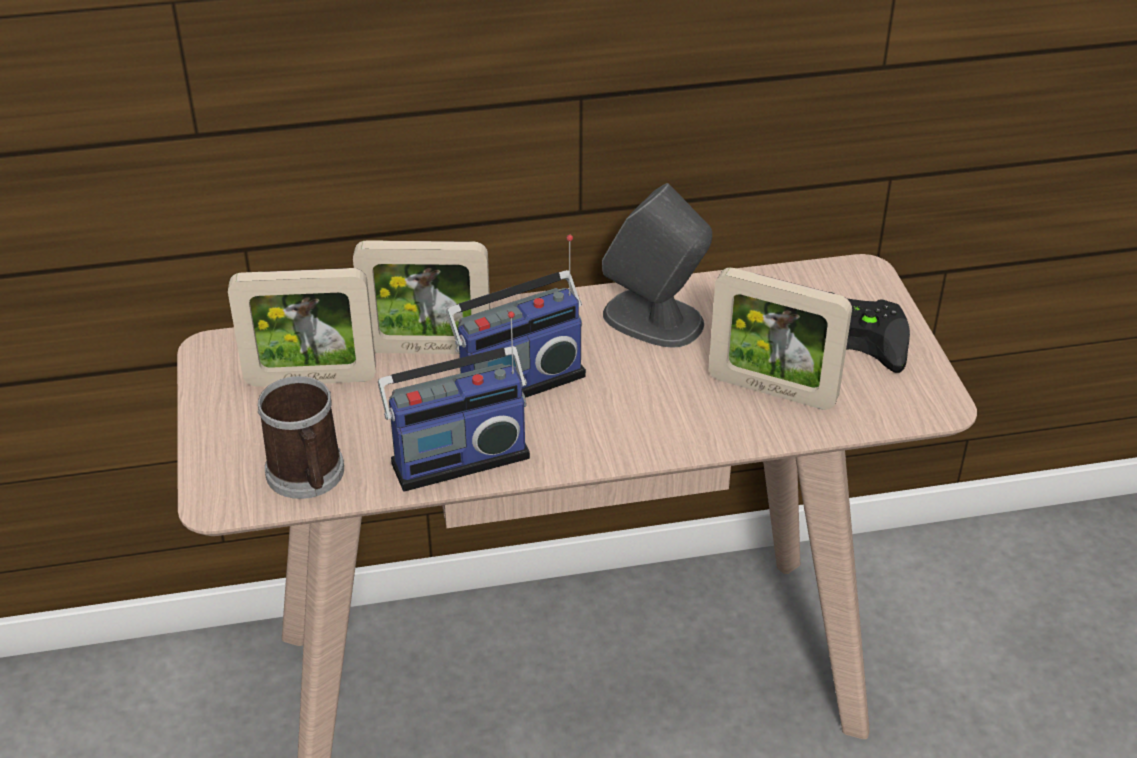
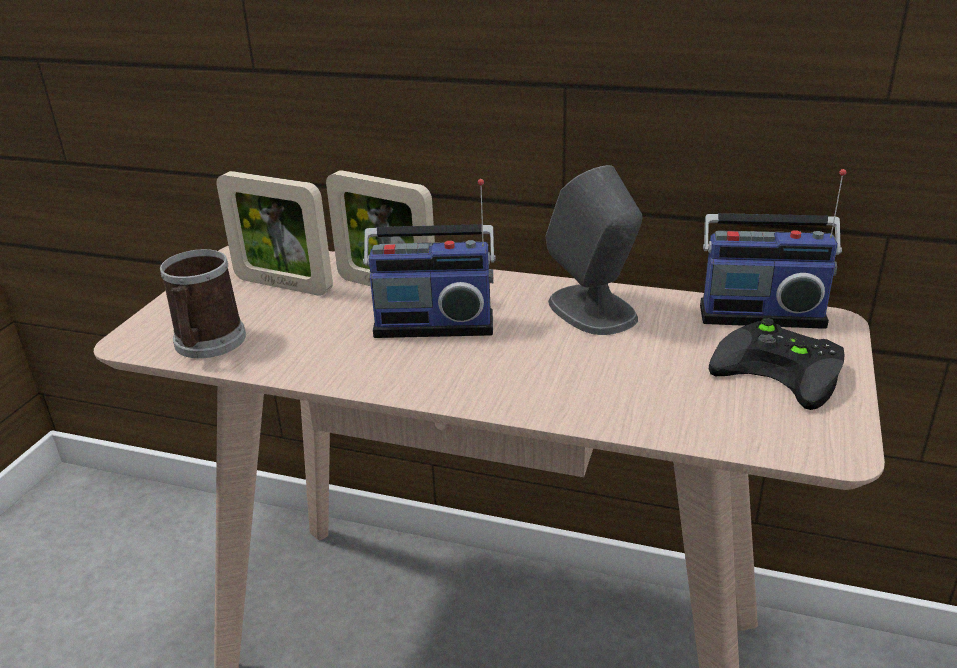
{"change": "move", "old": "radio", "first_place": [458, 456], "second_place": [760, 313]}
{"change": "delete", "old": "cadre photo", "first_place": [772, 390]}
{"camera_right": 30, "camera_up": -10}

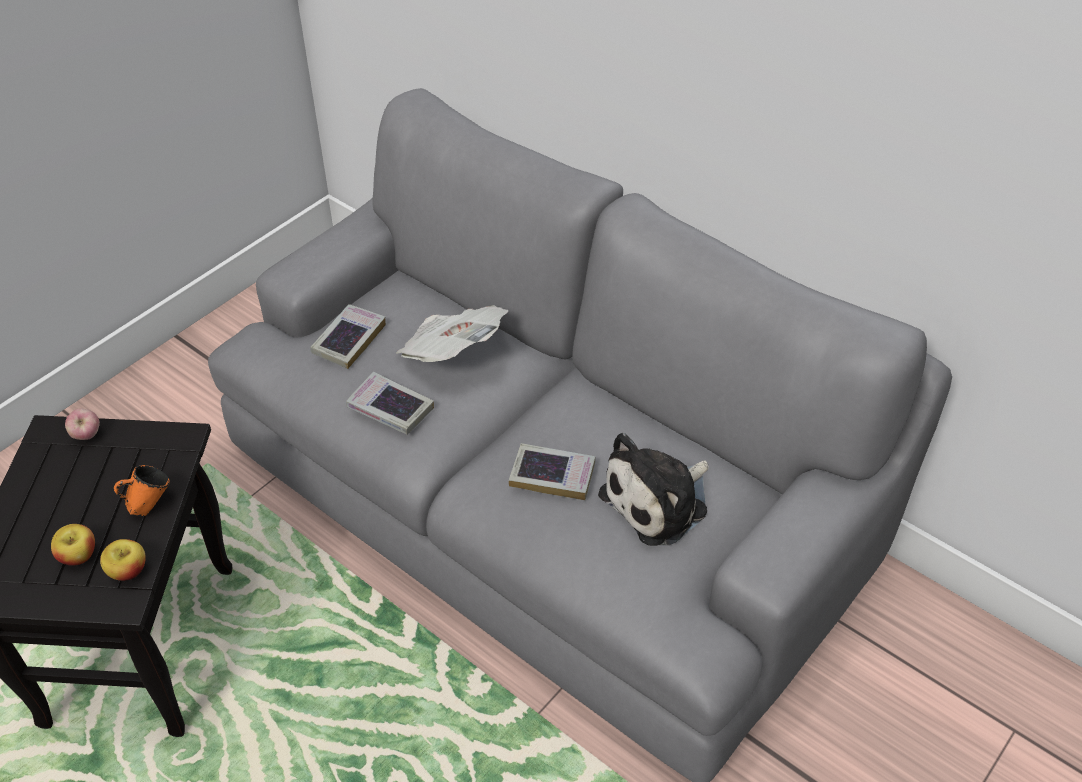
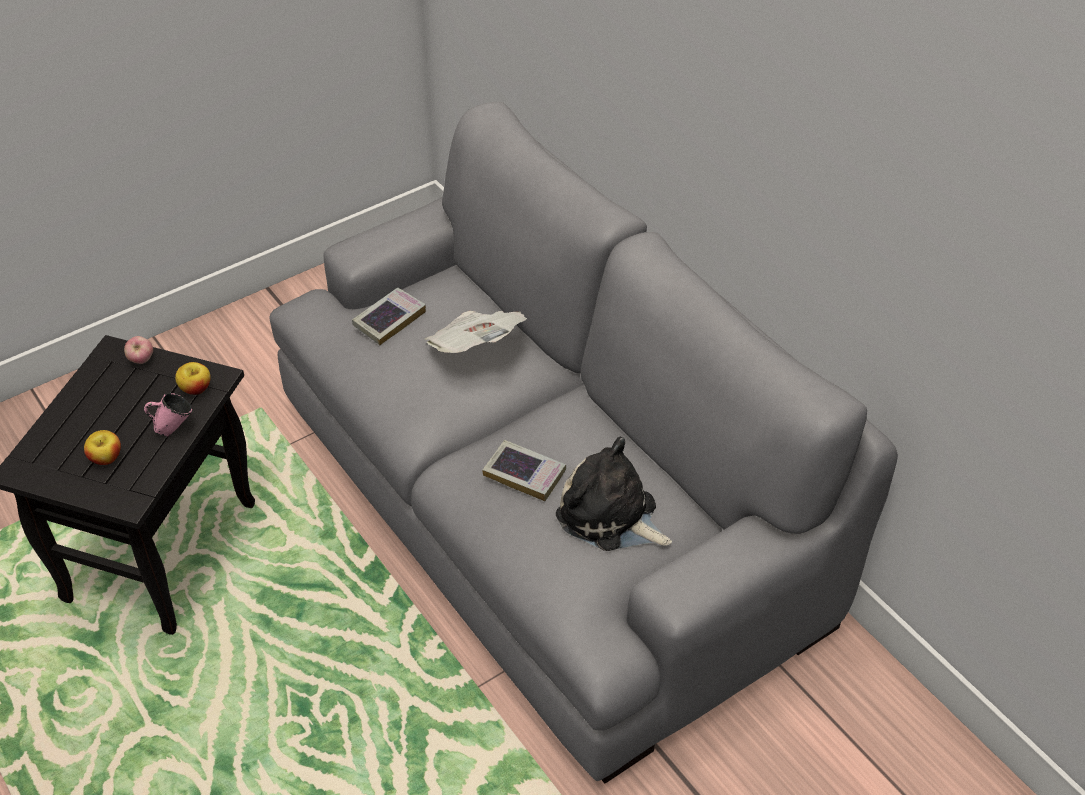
{"change": "recolor", "old": "mug [orange]", "new": "mug [rose]", "first_place": [149, 505], "second_place": [173, 429]}
{"change": "move", "old": "pomme", "first_place": [128, 571], "second_place": [196, 388]}
{"change": "rotate", "old": "peluche", "first_place": [659, 501], "second_place": [611, 516], "degrees": 60}
{"change": "delete", "old": "livre", "first_place": [390, 408]}
{"camera_right": 15, "camera_up": 0}

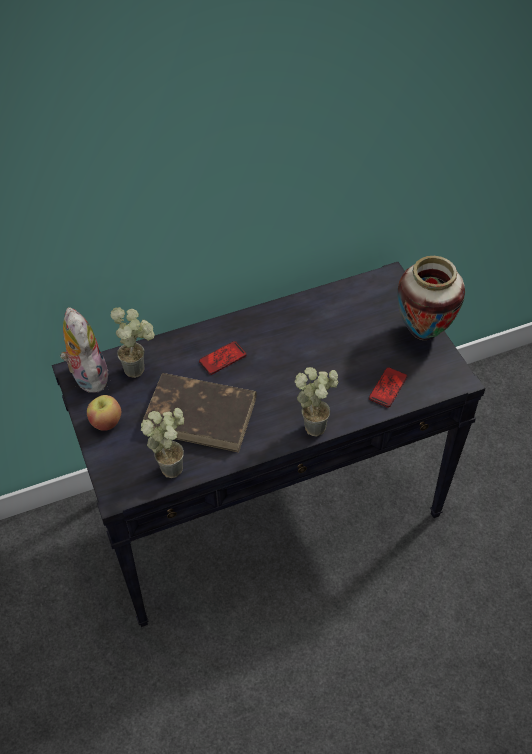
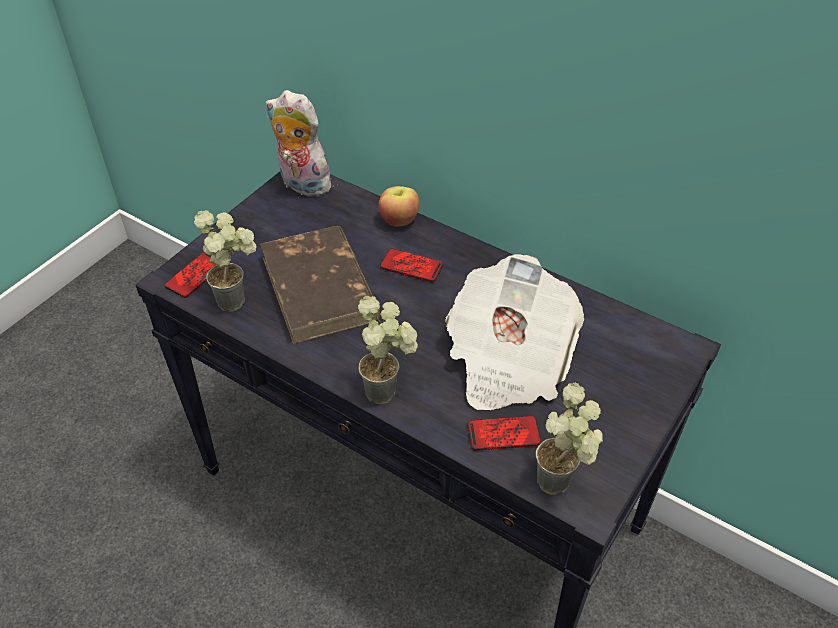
{"change": "insert", "new": "téléphone", "second_place": [195, 275]}
{"change": "rotate", "old": "peluche", "first_place": [87, 375], "second_place": [301, 185], "degrees": -90}
{"change": "move", "old": "pomme", "first_place": [106, 422], "second_place": [399, 219]}
{"change": "insert", "new": "journal", "second_place": [507, 360]}
{"change": "move", "old": "plante en pot", "first_place": [140, 367], "second_place": [562, 485]}
{"change": "delete", "old": "vase", "first_place": [422, 332]}
{"camera_right": 55, "camera_up": -5}

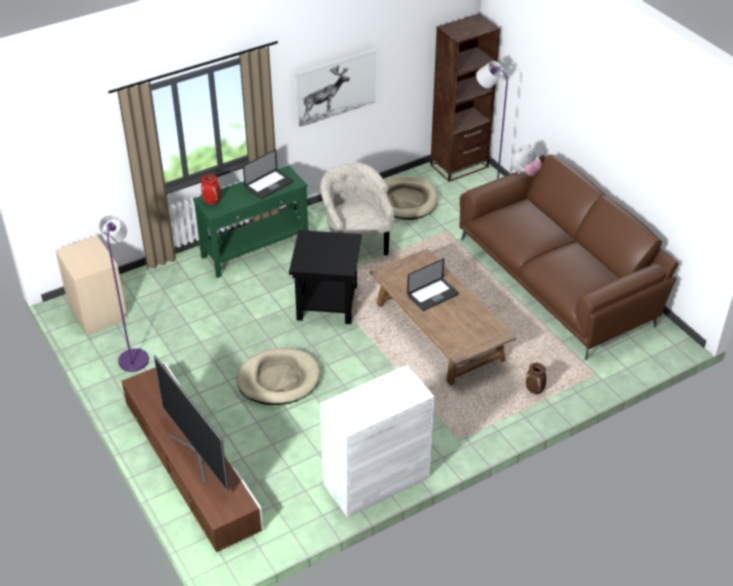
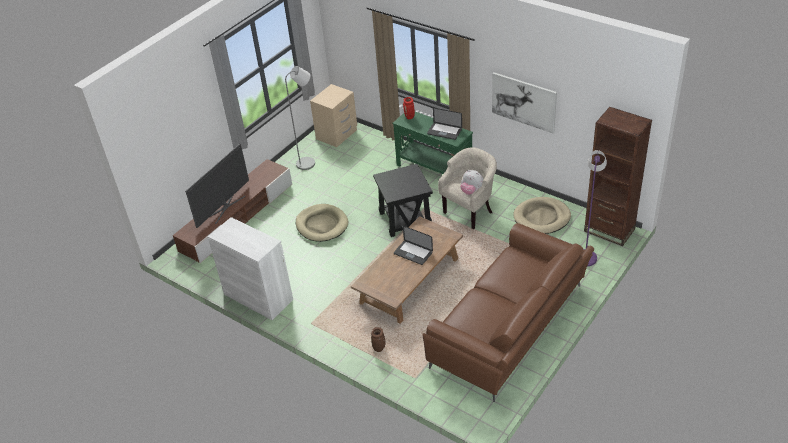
{"change": "recolor", "old": "lampadaire [violet]", "new": "lampadaire [gris]", "first_place": [134, 356], "second_place": [309, 162]}
{"change": "move", "old": "peluche", "first_place": [524, 173], "second_place": [471, 191]}
{"camera_right": 70, "camera_up": 0}

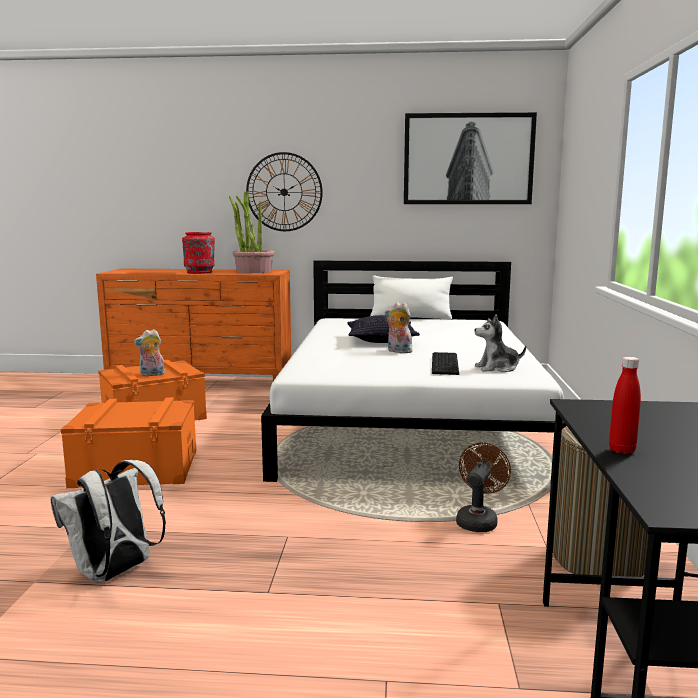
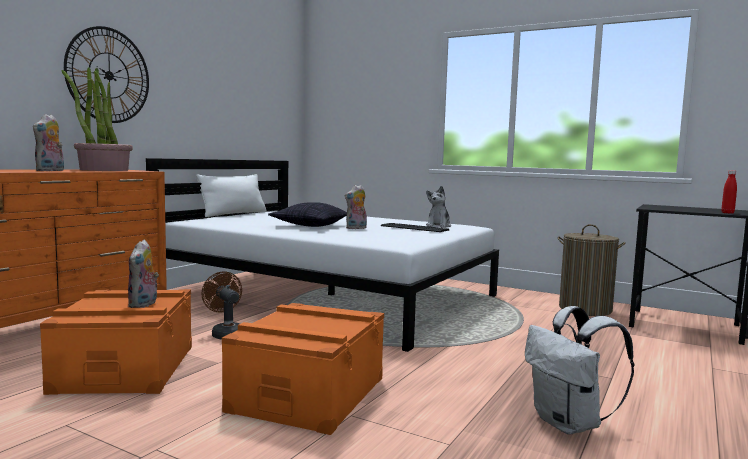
{"change": "replace", "old": "vase [rouge]", "new": "peluche", "first_place": [200, 272], "second_place": [50, 171]}
{"change": "move", "old": "ventilateur [marron]", "first_place": [478, 520], "second_place": [225, 333]}
{"change": "delete", "old": "tableau", "first_place": [468, 159]}
{"camera_right": -65, "camera_up": -5}

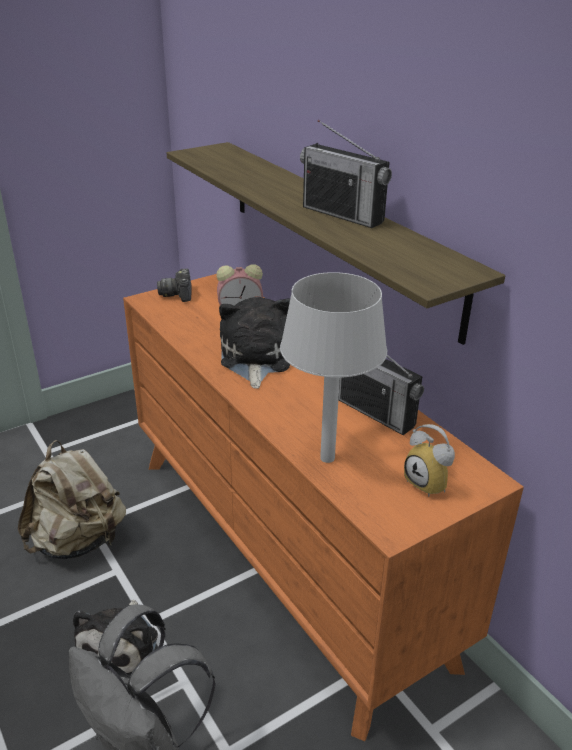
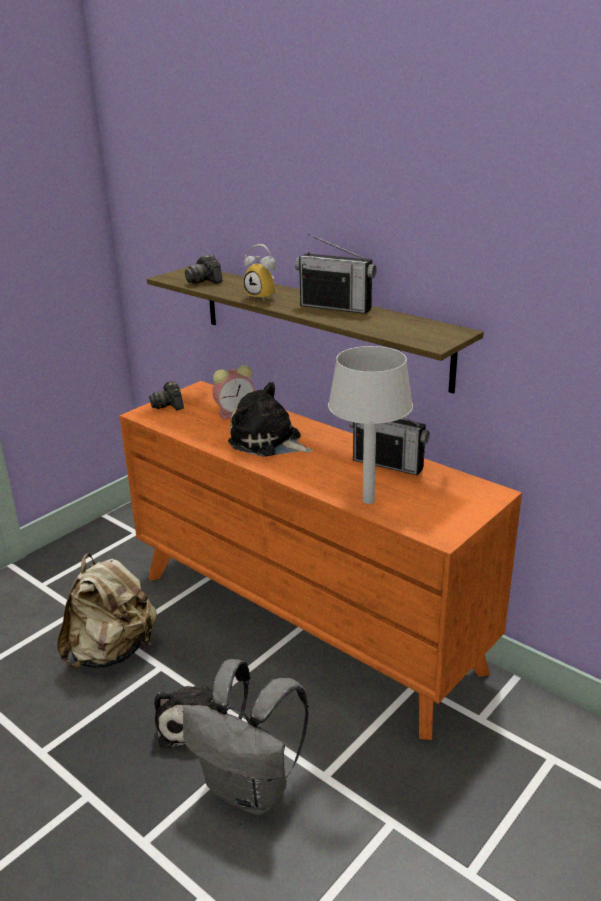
{"change": "insert", "new": "appareil photo", "second_place": [204, 281]}
{"change": "rotate", "old": "peluche", "first_place": [256, 358], "second_place": [268, 442], "degrees": -45}
{"change": "move", "old": "réveil", "first_place": [430, 483], "second_place": [264, 297]}
{"camera_right": -15, "camera_up": -5}

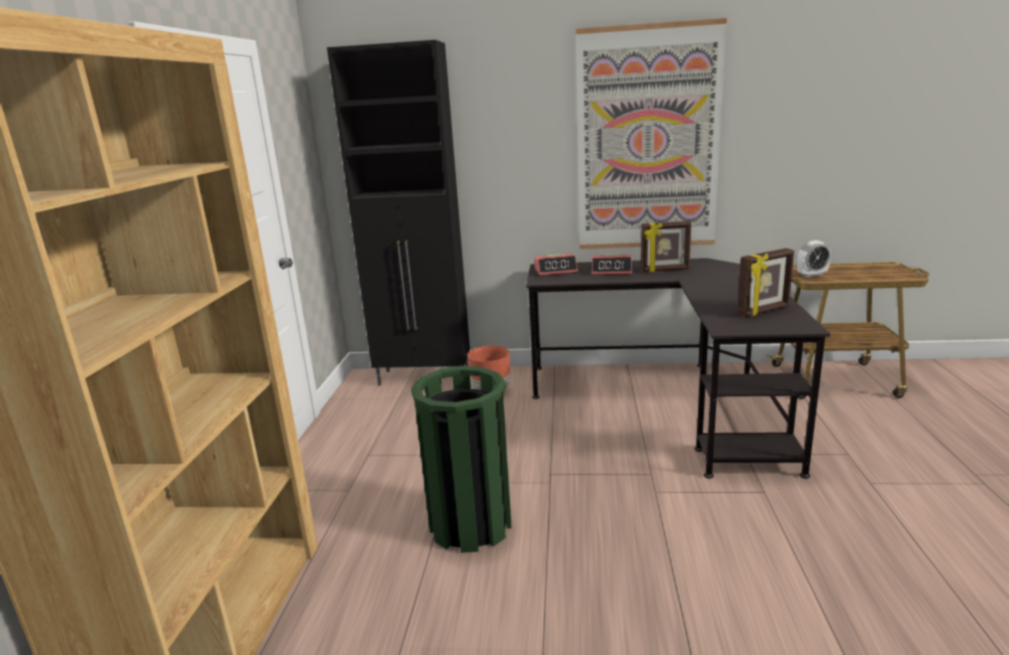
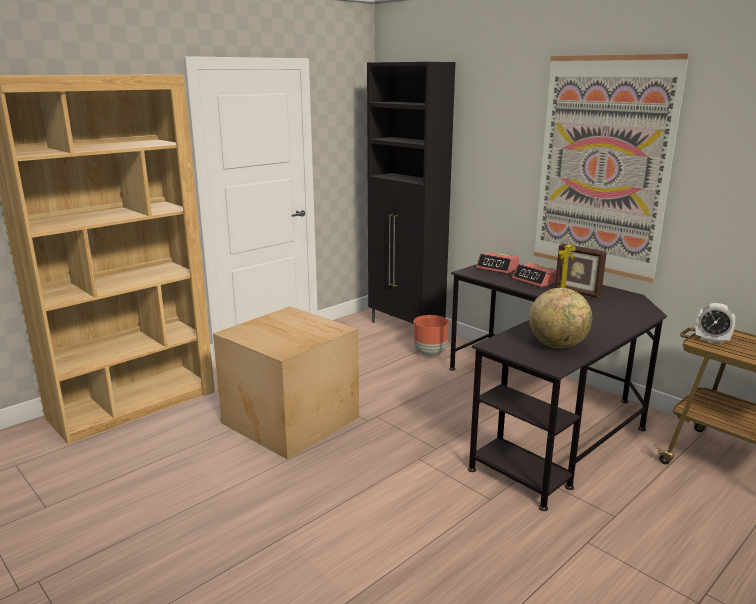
{"change": "replace", "old": "poubelle [vert]", "new": "carton", "first_place": [470, 525], "second_place": [291, 419]}
{"change": "replace", "old": "cadre photo", "new": "globe", "first_place": [764, 311], "second_place": [557, 345]}
{"camera_right": 40, "camera_up": 0}

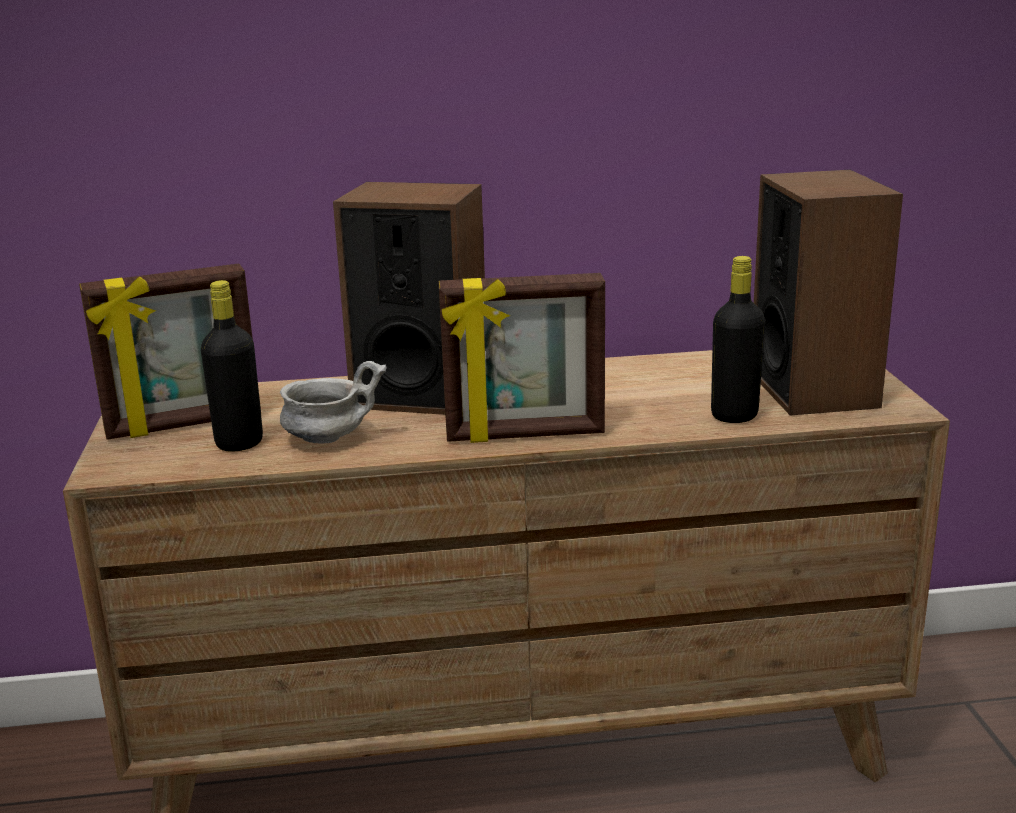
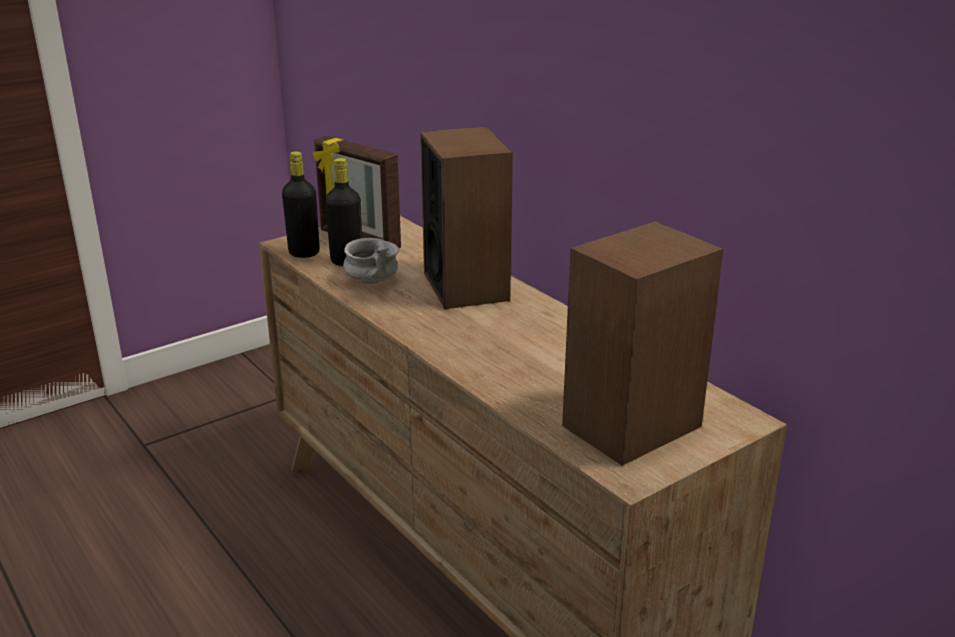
{"change": "move", "old": "bouteille [noir]", "first_place": [734, 415], "second_place": [304, 253]}
{"change": "delete", "old": "cadre photo", "first_place": [525, 435]}
{"camera_right": 60, "camera_up": 5}

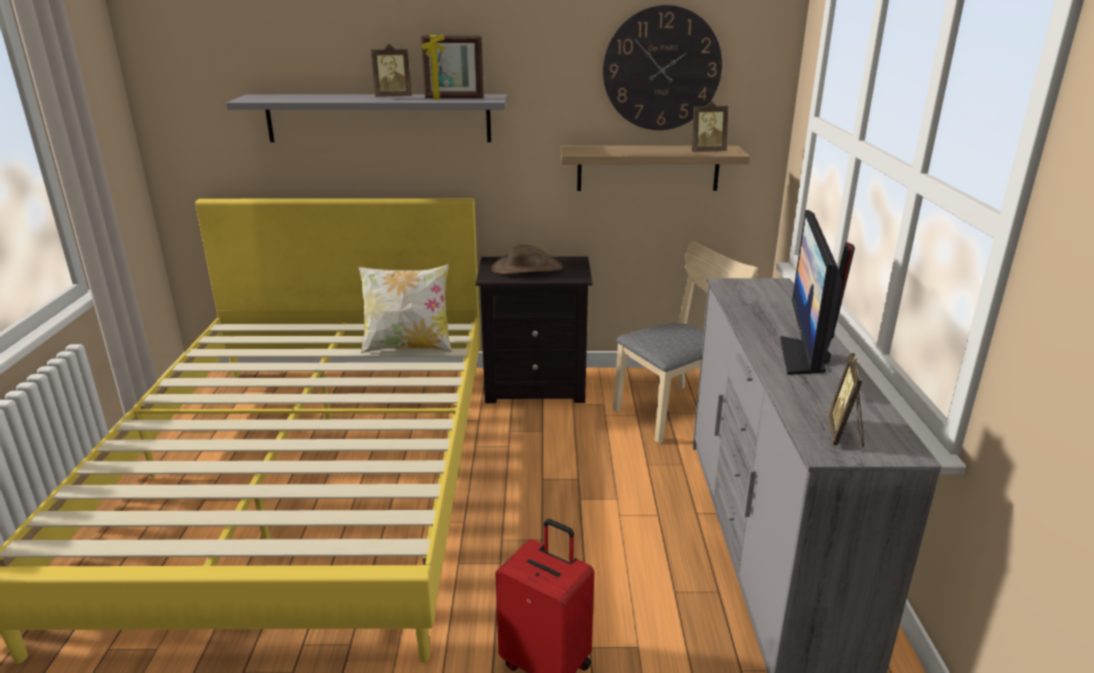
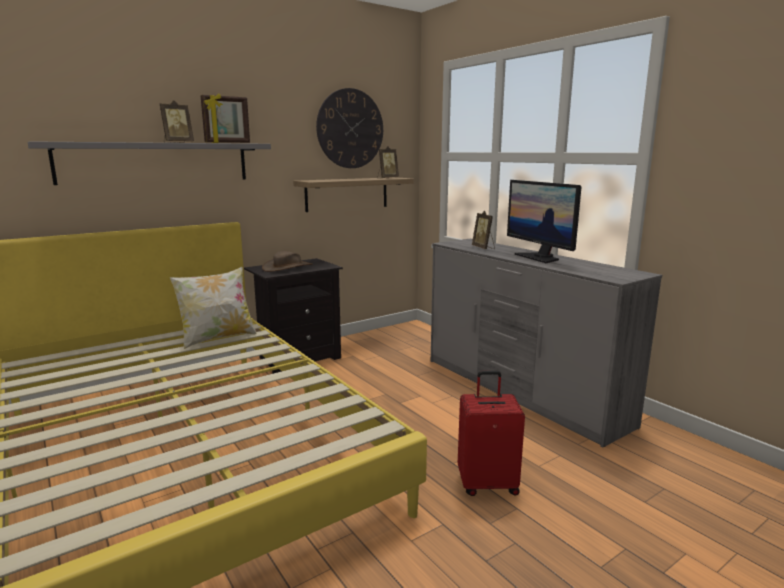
{"change": "move", "old": "cadre photo", "first_place": [845, 434], "second_place": [483, 248]}
{"change": "delete", "old": "chaise [beige]", "first_place": [678, 410]}
{"camera_right": -35, "camera_up": -10}

